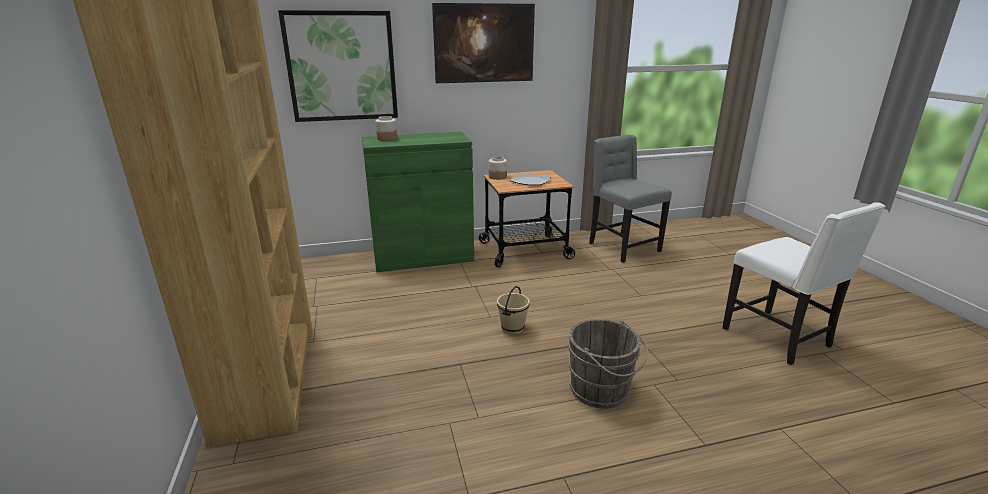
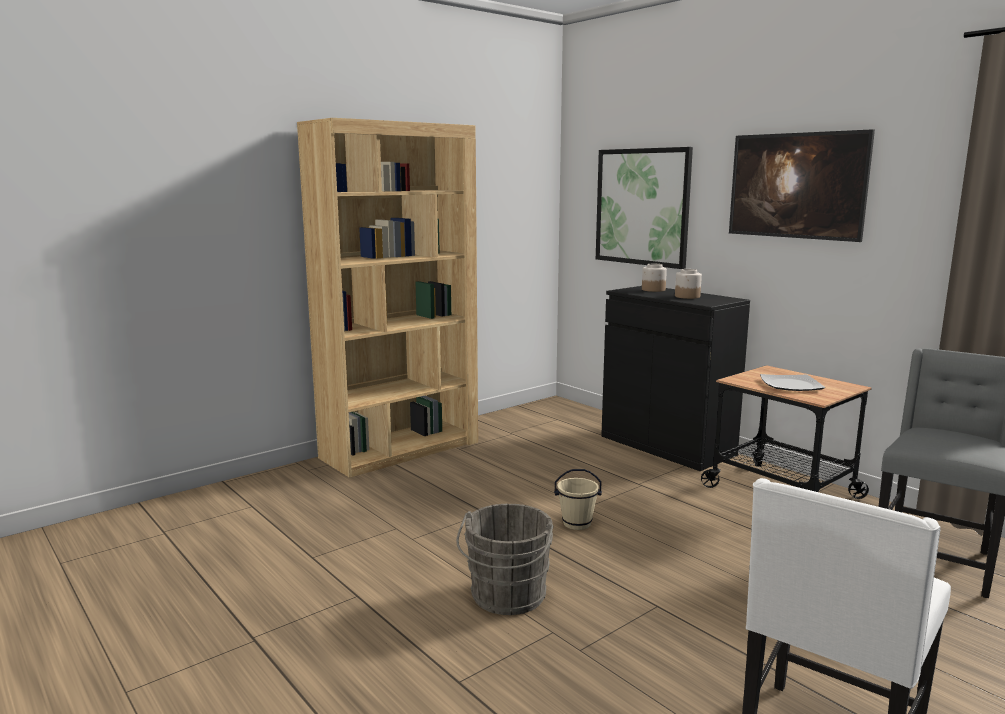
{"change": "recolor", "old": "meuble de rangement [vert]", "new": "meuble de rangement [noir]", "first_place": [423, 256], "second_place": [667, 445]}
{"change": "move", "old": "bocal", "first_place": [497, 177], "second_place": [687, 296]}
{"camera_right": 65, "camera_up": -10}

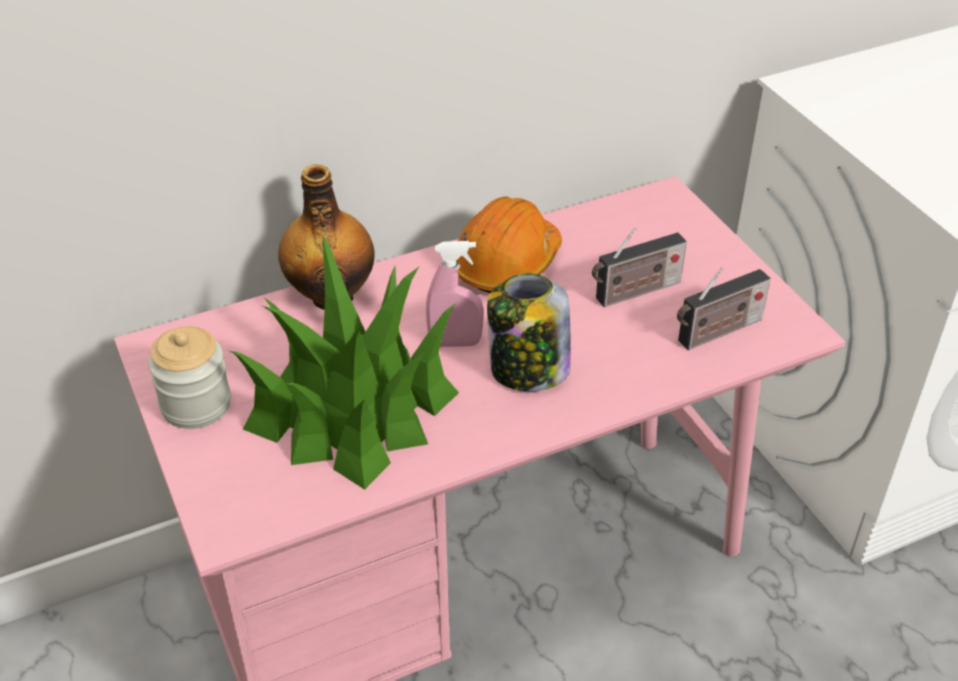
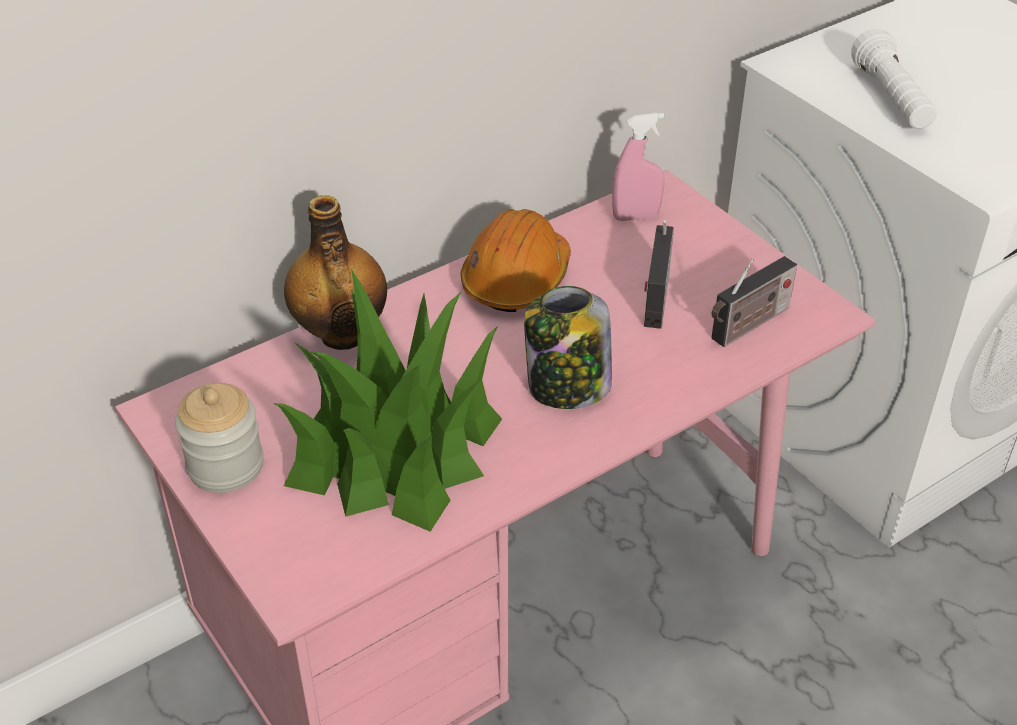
{"change": "move", "old": "vaporisateur [rose]", "first_place": [455, 343], "second_place": [636, 216]}
{"change": "rotate", "old": "radio", "first_place": [635, 292], "second_place": [655, 294], "degrees": 135}
{"change": "insert", "new": "lampe de poche [blanc]", "second_place": [891, 99]}
{"camera_right": -10, "camera_up": 0}

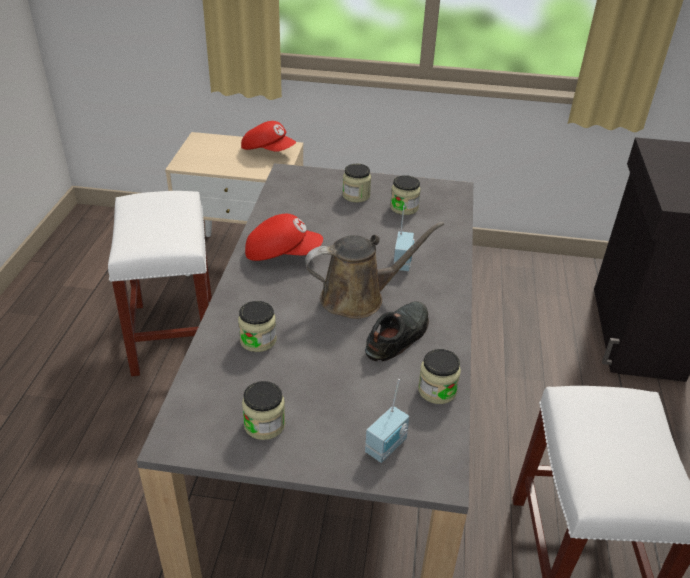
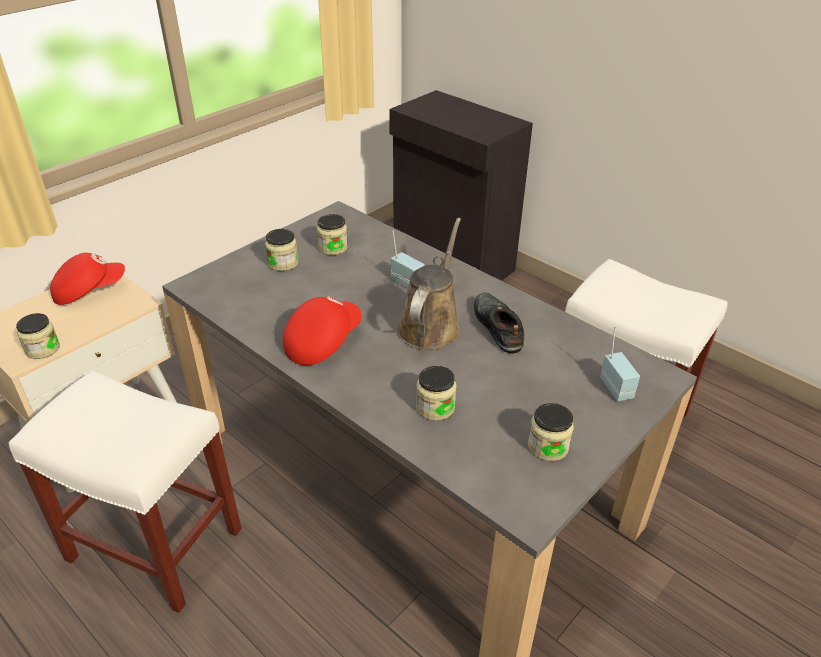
{"change": "move", "old": "bocal", "first_place": [437, 390], "second_place": [42, 349]}
{"camera_right": -55, "camera_up": 0}

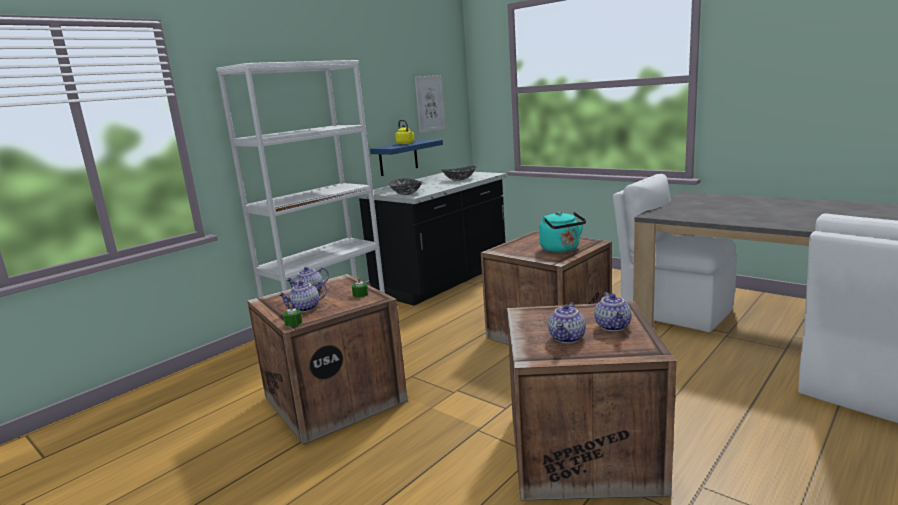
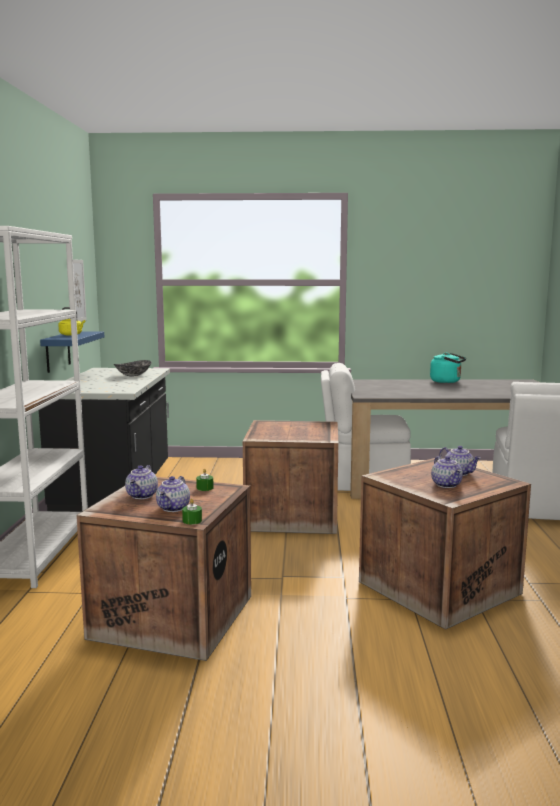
{"change": "move", "old": "bouilloire [turquoise]", "first_place": [561, 249], "second_place": [447, 381]}
{"change": "delete", "old": "bol", "first_place": [407, 193]}
{"camera_right": -40, "camera_up": -5}

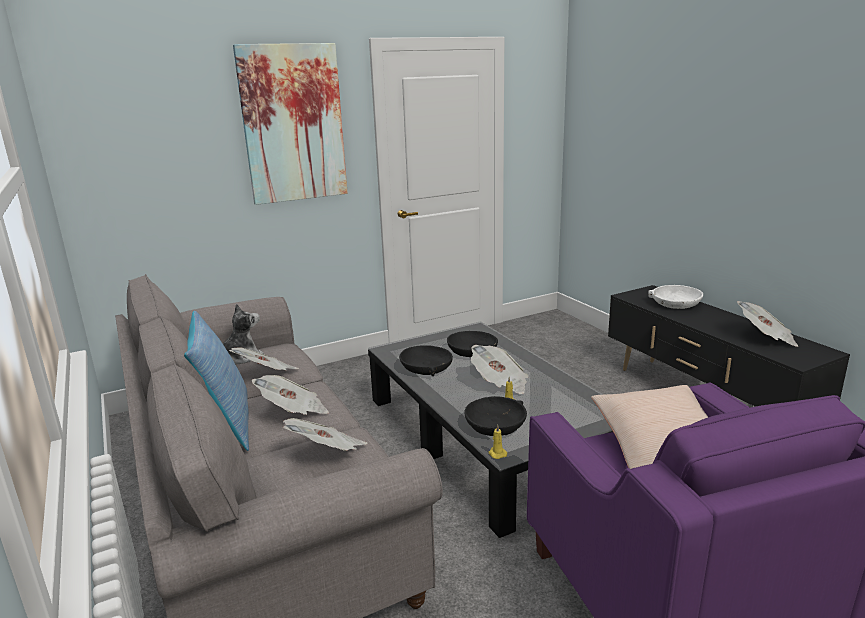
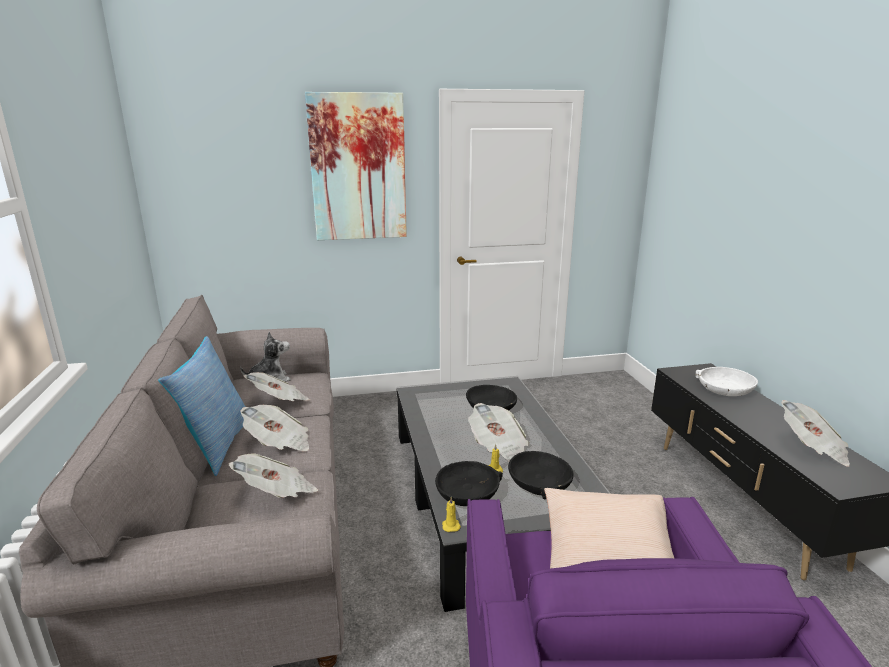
{"change": "move", "old": "bol [noir]", "first_place": [426, 368], "second_place": [539, 482]}
{"camera_right": 15, "camera_up": 0}

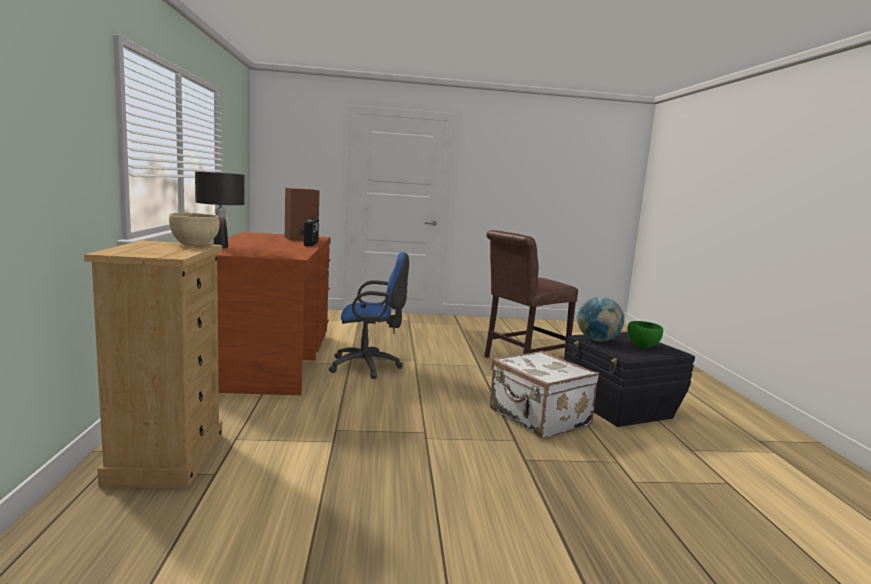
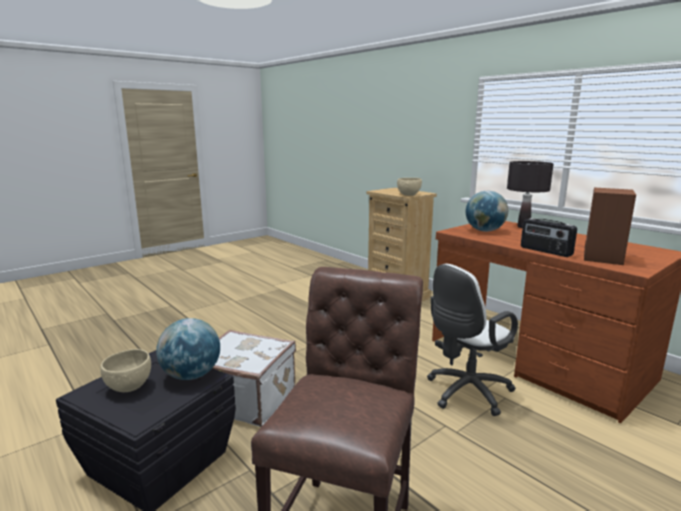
{"change": "recolor", "old": "bol [vert]", "new": "bol [beige]", "first_place": [642, 346], "second_place": [129, 387]}
{"change": "recolor", "old": "chaise de bureau [bleu]", "new": "chaise de bureau [blanc]", "first_place": [369, 366], "second_place": [465, 393]}
{"change": "insert", "new": "globe", "second_place": [485, 231]}
{"camera_right": 145, "camera_up": 5}

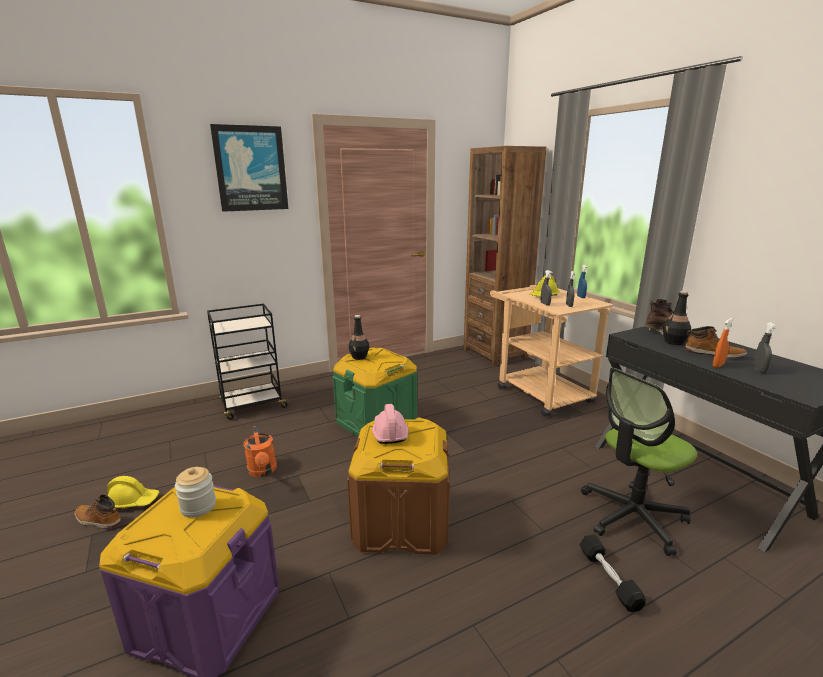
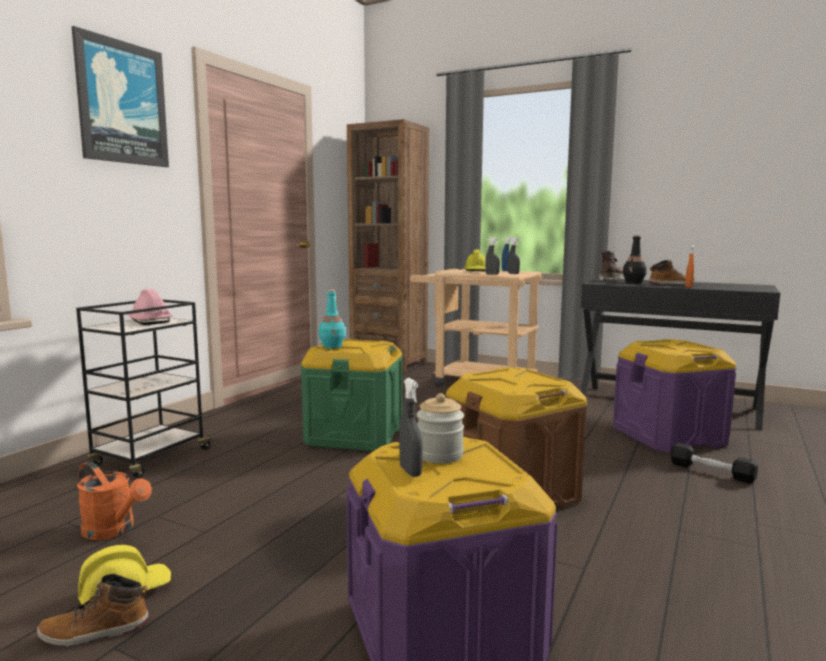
{"change": "move", "old": "arrosoir [orange]", "first_place": [263, 471], "second_place": [114, 530]}
{"change": "move", "old": "casque de chantier [rose]", "first_place": [389, 432], "second_place": [148, 321]}
{"change": "recolor", "old": "bouteille [noir]", "new": "bouteille [turquoise]", "first_place": [359, 357], "second_place": [332, 346]}
{"change": "move", "old": "vaporisateur [gris]", "first_place": [759, 370], "second_place": [410, 471]}
{"change": "replace", "old": "chaise de bureau", "new": "boîte de rangement [violet]", "first_place": [632, 516], "second_place": [668, 436]}
{"camera_right": -35, "camera_up": -10}

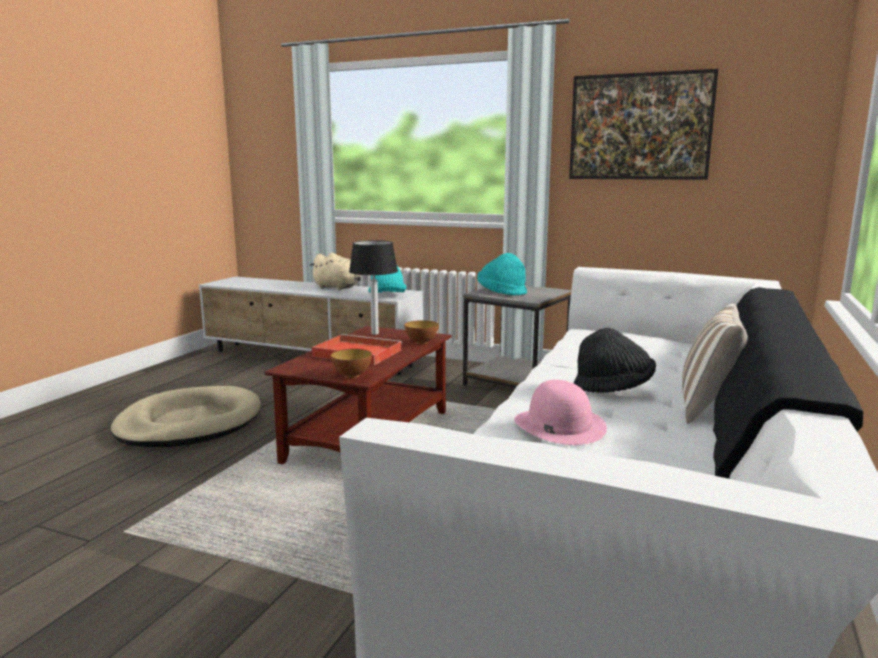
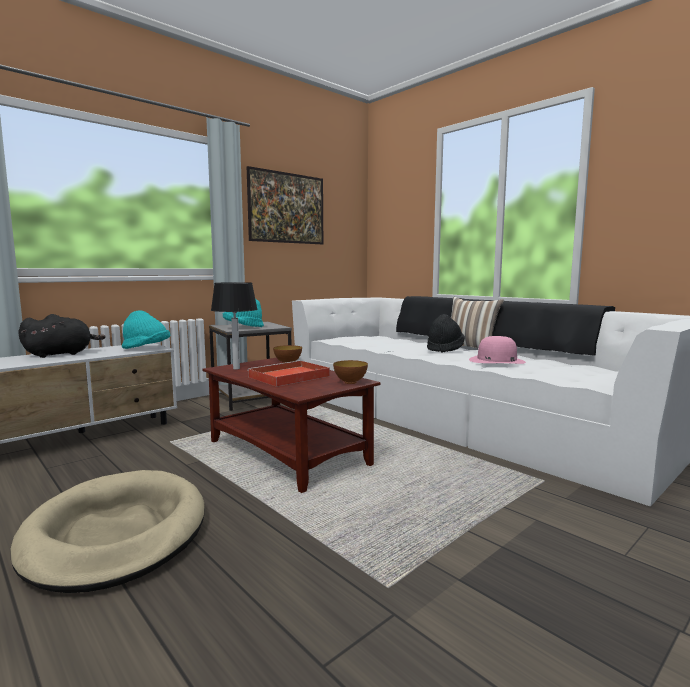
{"change": "recolor", "old": "peluche [beige]", "new": "peluche [noir]", "first_place": [338, 288], "second_place": [61, 354]}
{"camera_right": -65, "camera_up": -5}

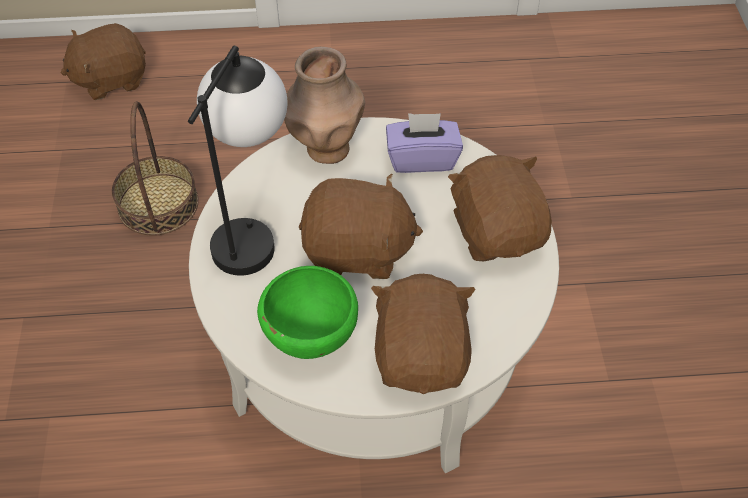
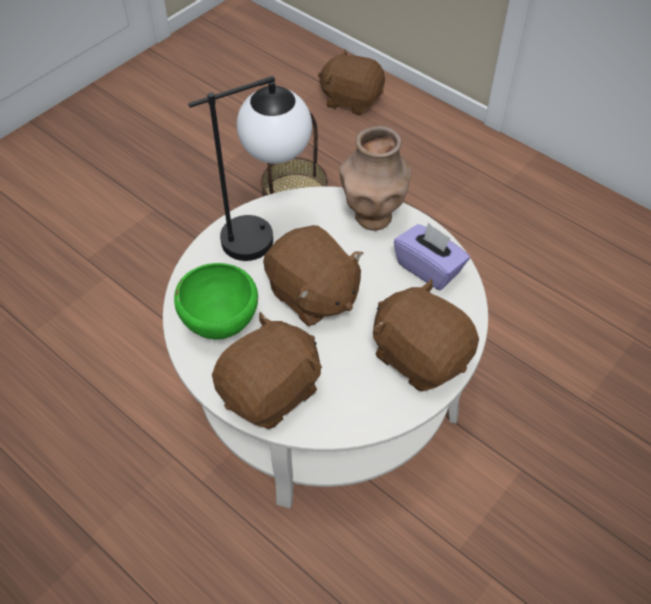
{"change": "rotate", "old": "peluche [marron]", "first_place": [497, 231], "second_place": [420, 355], "degrees": -75}
{"camera_right": 45, "camera_up": 0}

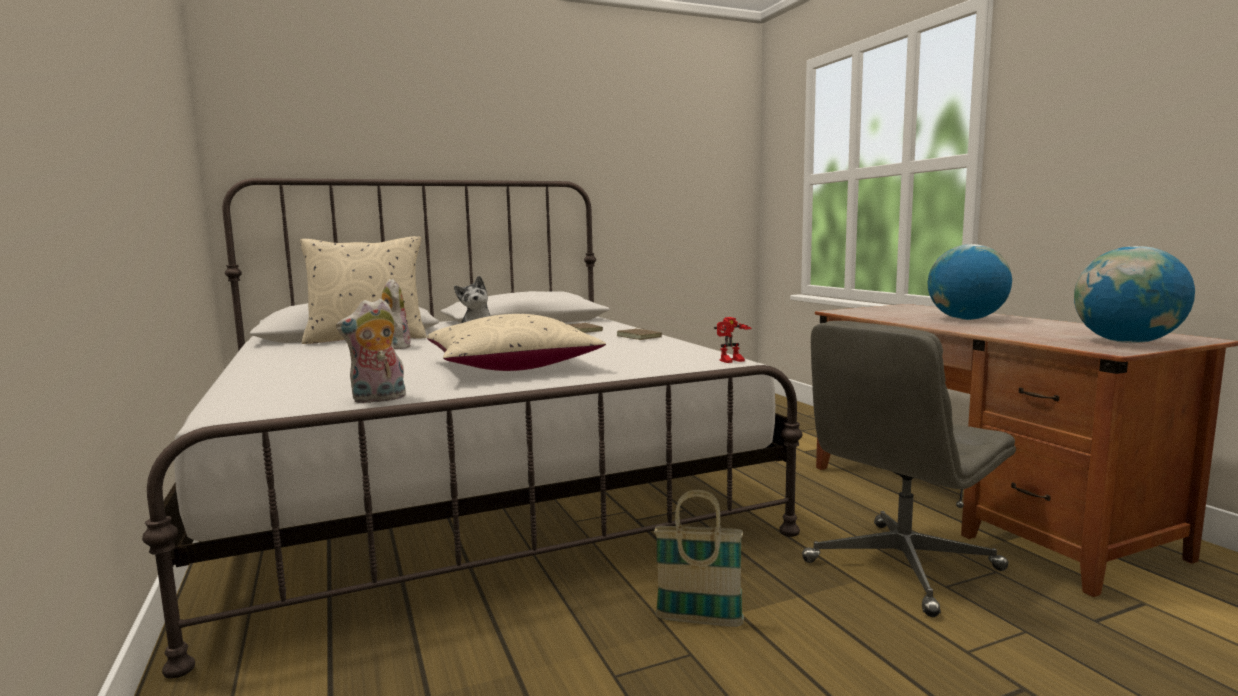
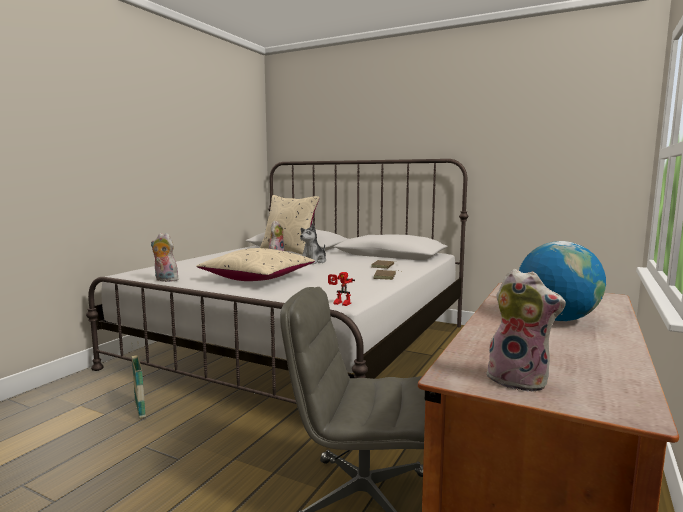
{"change": "move", "old": "panier", "first_place": [699, 620], "second_place": [140, 409]}
{"change": "replace", "old": "globe", "new": "peluche", "first_place": [1126, 342], "second_place": [519, 380]}
{"camera_right": 50, "camera_up": 0}

